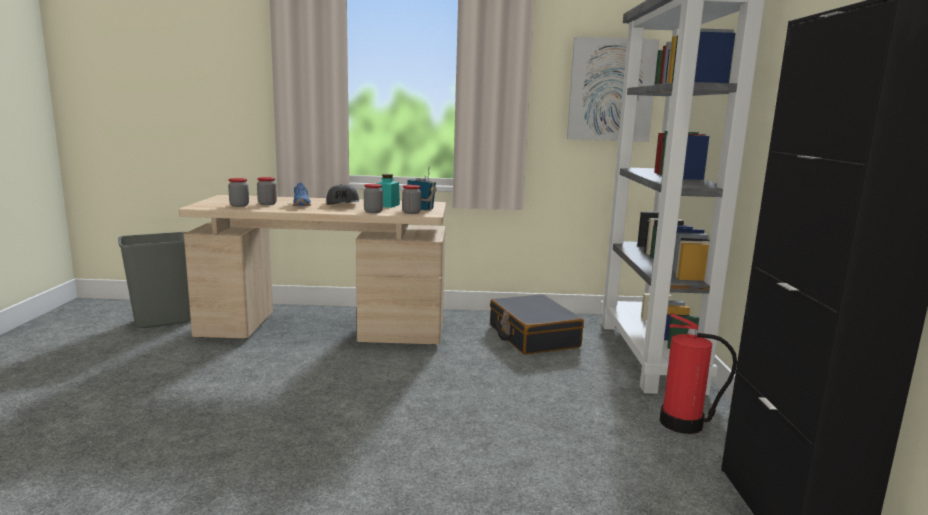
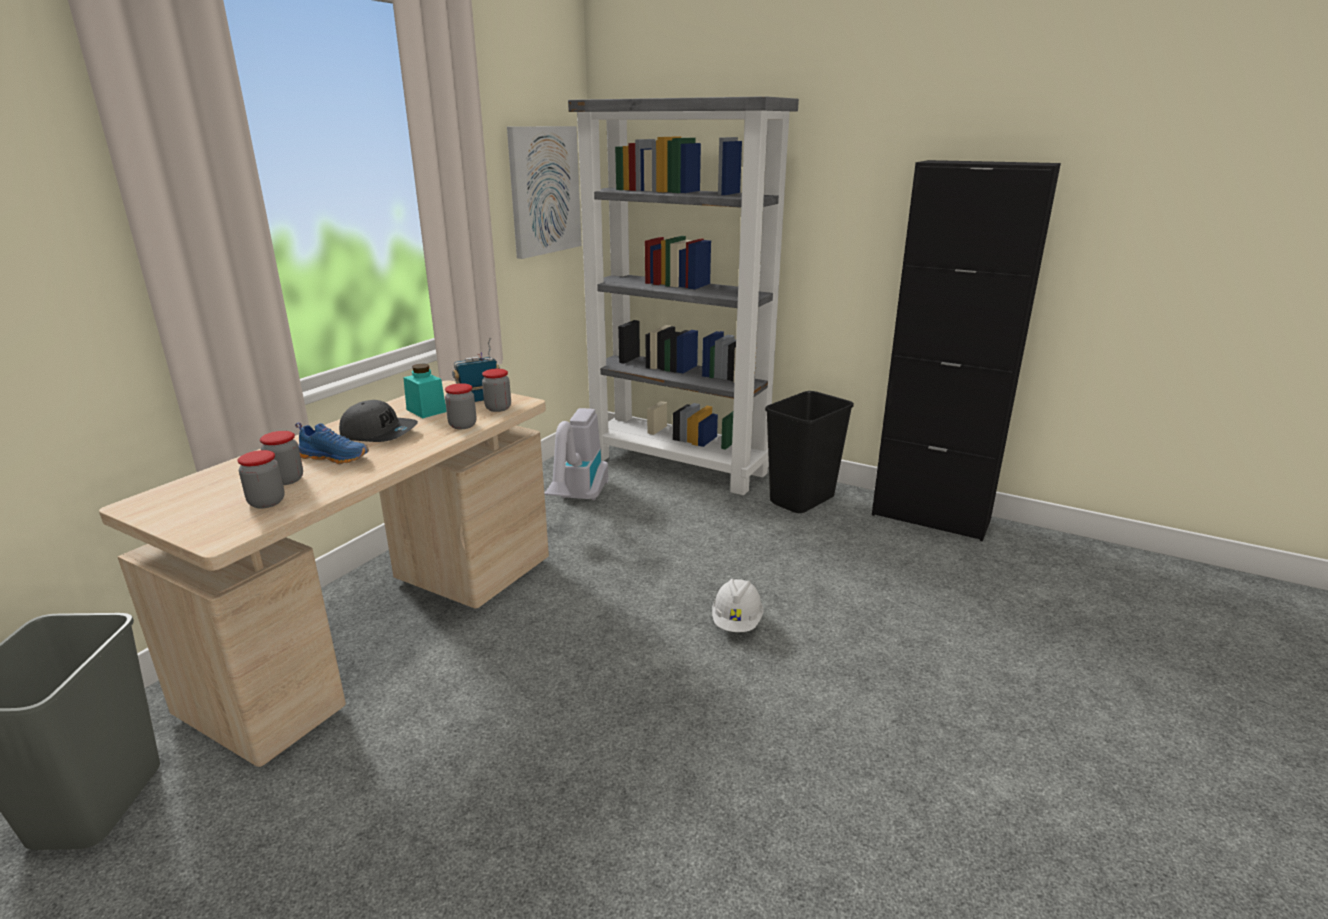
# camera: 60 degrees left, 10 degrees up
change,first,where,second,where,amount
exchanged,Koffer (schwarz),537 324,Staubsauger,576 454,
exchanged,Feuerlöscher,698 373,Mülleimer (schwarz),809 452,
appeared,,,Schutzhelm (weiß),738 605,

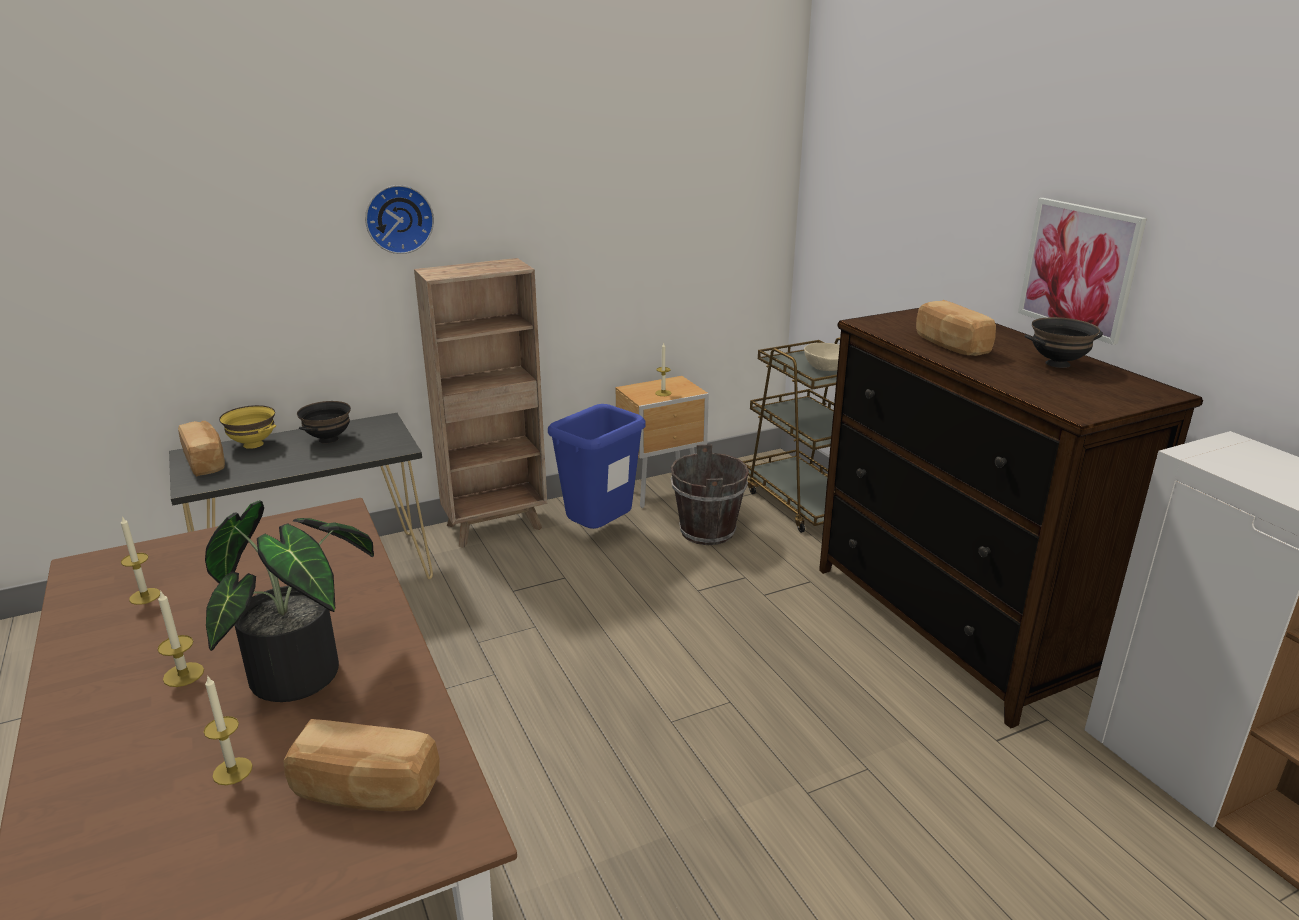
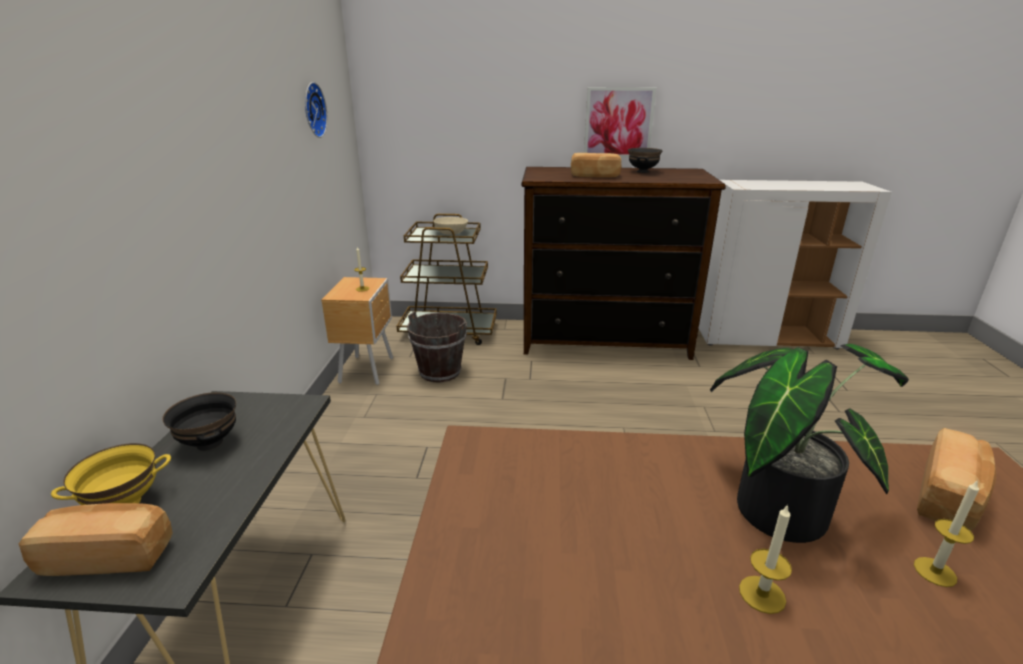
# camera: 60 degrees left, 0 degrees up
change,first,where,second,where,amount
relocated,Wanduhr,399 219,,316 110,
missing,Bücherregal (braun),480 403,,,
missing,Mülleimer (blau),597 466,,,
missing,Kerze,141 560,,,

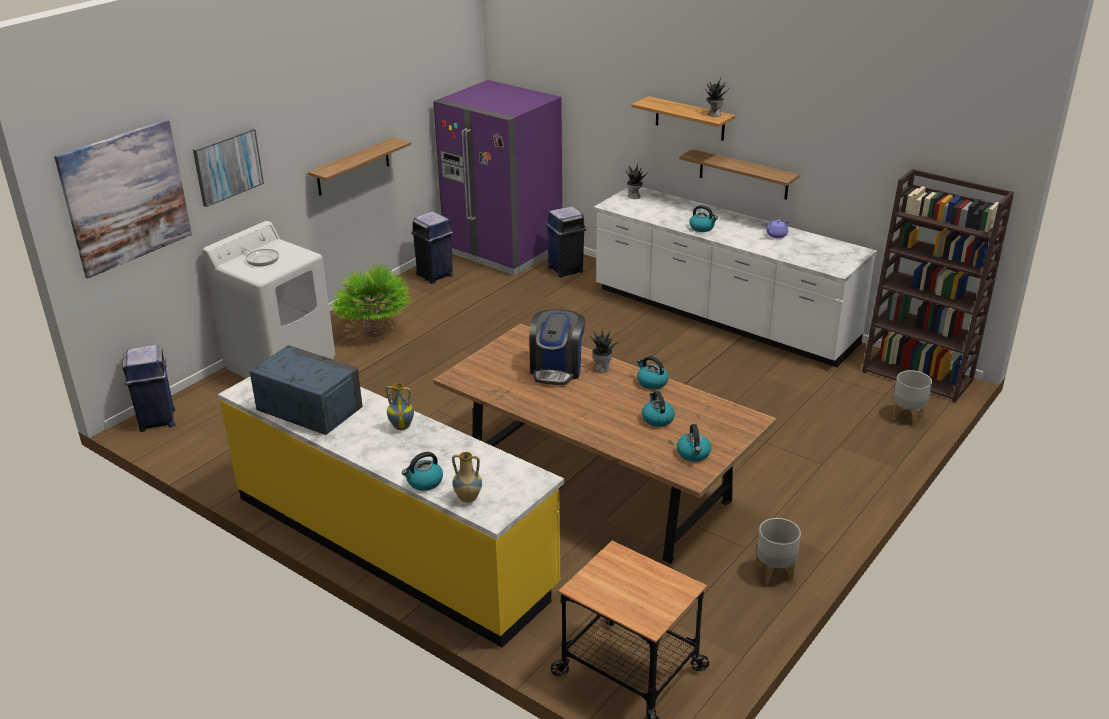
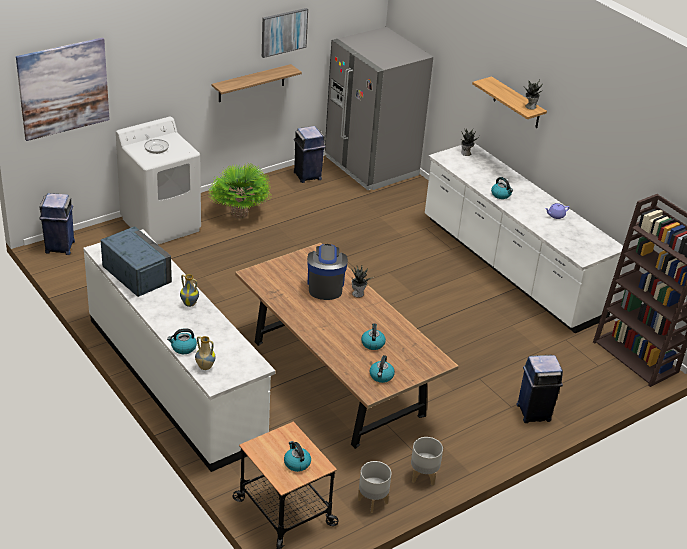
# camera: 15 degrees right, 5 degrees up
change,first,where,second,where,amount
colour,Kühlschrank (lila),498 177,Kühlschrank (grau),379 108,
relocated,Bild,228 167,,285 33,
missing,Wandregal,739 174,,,
relocated,Mülleimer (blau),566 242,,540 389,
spun,Kaffeemaschine,557 347,,327 272,150 degrees clockwise
relocated,Wasserkessel,652 372,,297 456,
relocated,Pflanzkübel (grau),912 398,,374 487,
colour,Küchenzeile (gelb),391 512,Küchenzeile (weiß),179 350,

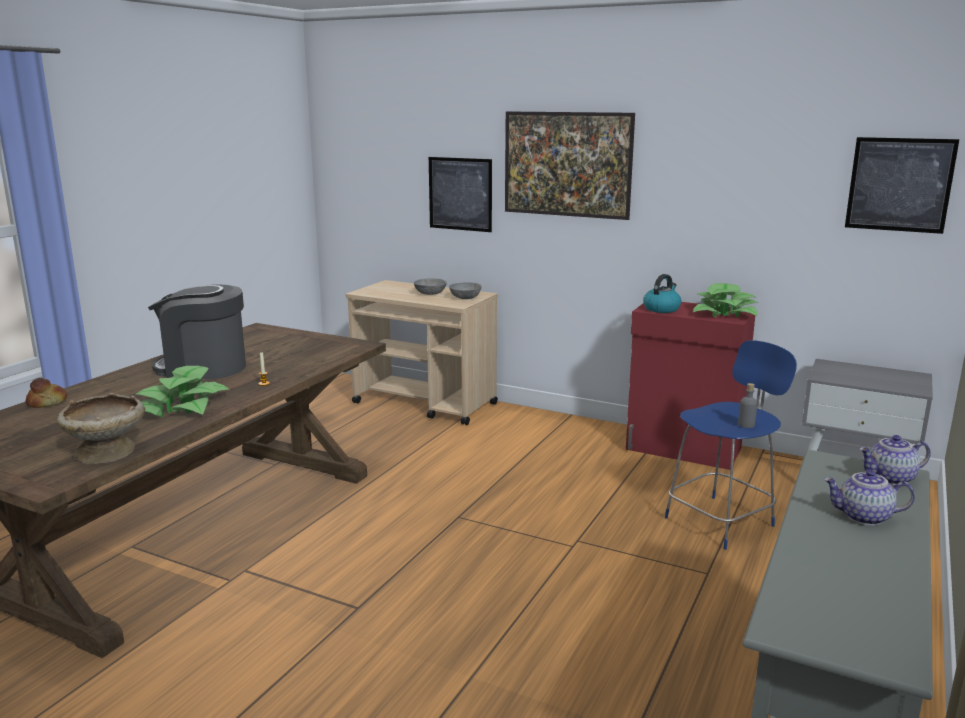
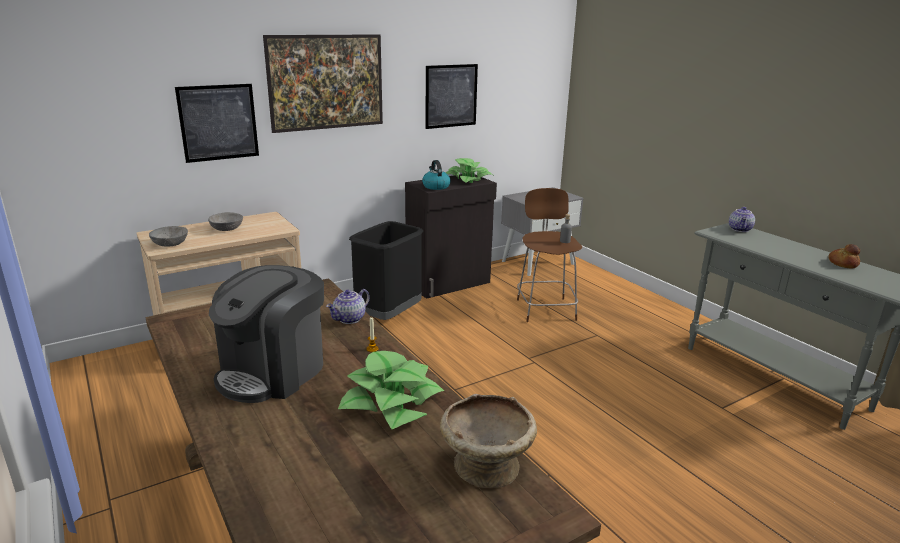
# camera: 60 degrees left, 5 degrees up
change,first,where,second,where,amount
relocated,Bild,902 185,,452 96,
relocated,Schüssel (grau),465 290,,168 236,
colour,Schrank (rot),690 386,Schrank (schwarz),451 236,
colour,Hocker (blau),731 445,Hocker (braun),549 255,
relocated,Brot,46 393,,844 256,
relocated,Teekanne,869 498,,348 306,
appeared,,,Mülleimer (schwarz),386 270,

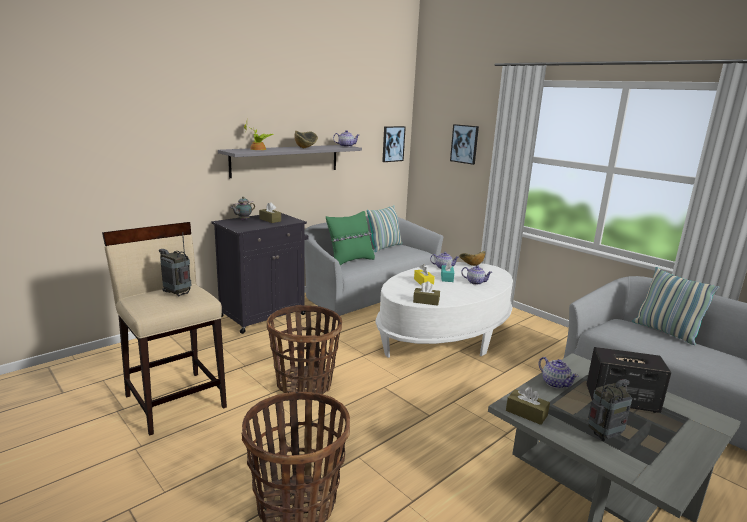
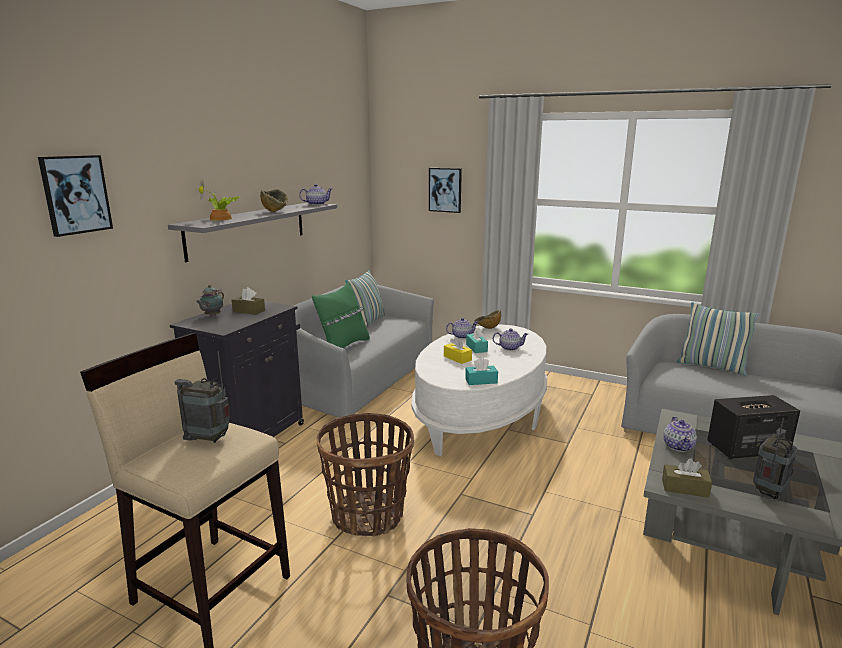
# camera: 20 degrees left, 0 degrees up
change,first,where,second,where,amount
relocated,Bild,394 144,,75 196,
colour,Taschentuchbox (braun),426 293,Taschentuchbox (türkis),481 371,
spun,Teekanne,558 372,,680 434,60 degrees clockwise

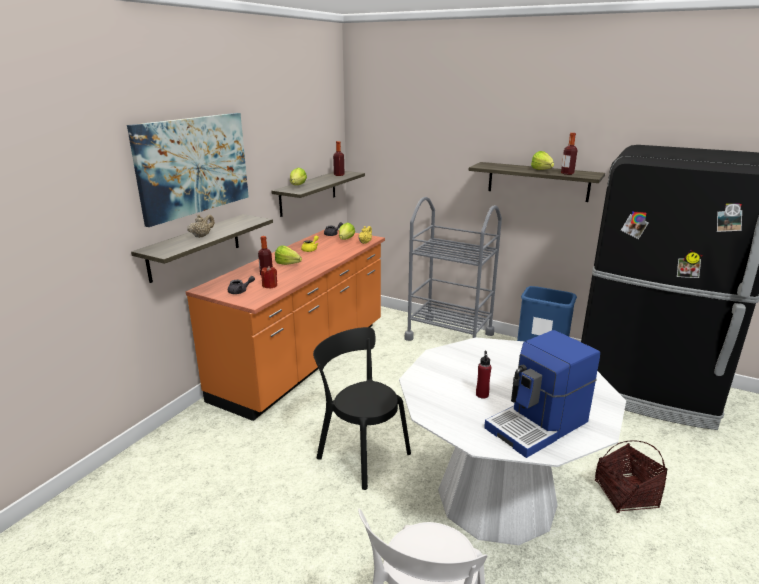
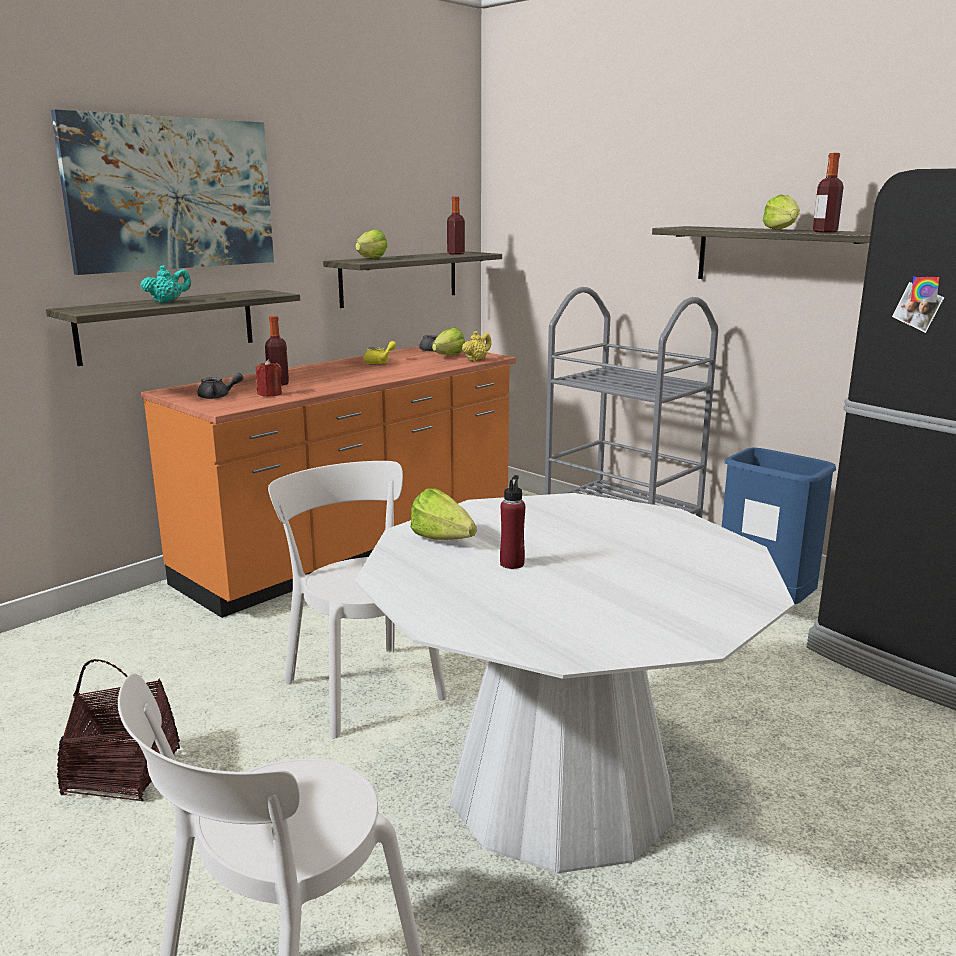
# camera: 15 degrees right, 5 degrees down
change,first,where,second,where,amount
colour,Teekanne (beige),200 226,Teekanne (türkis),165 284,
relocated,Salatkopf,288 255,,443 514,
colour,Stuhl (schwarz),362 408,Stuhl (weiß),357 599,
missing,Kaffeemaschine,542 394,,,
relocated,Korb,630 476,,118 730,

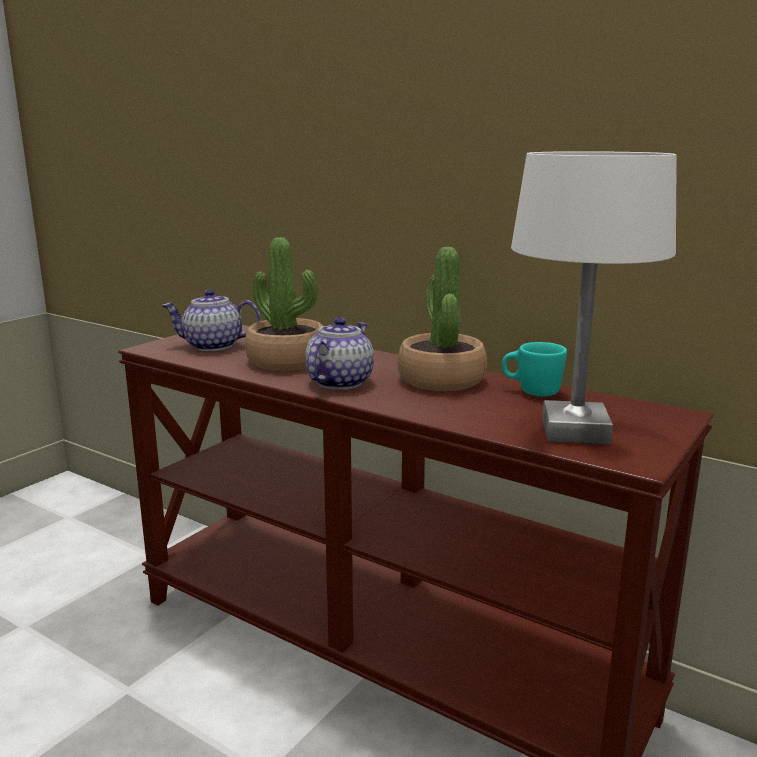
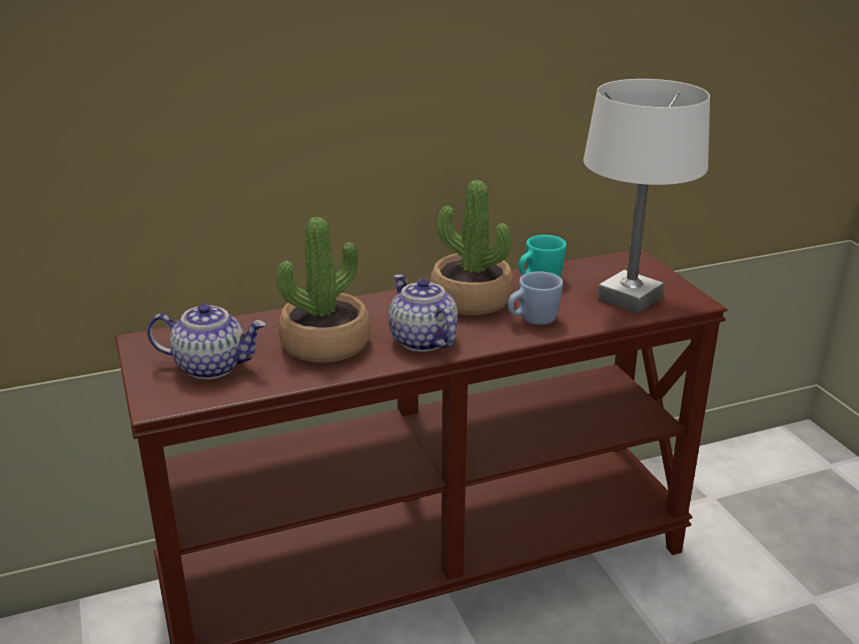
# camera: 55 degrees left, 10 degrees up
change,first,where,second,where,amount
spun,Teekanne,211 320,,206 341,120 degrees counterclockwise
appeared,,,Henkelbecher (blau),535 298,

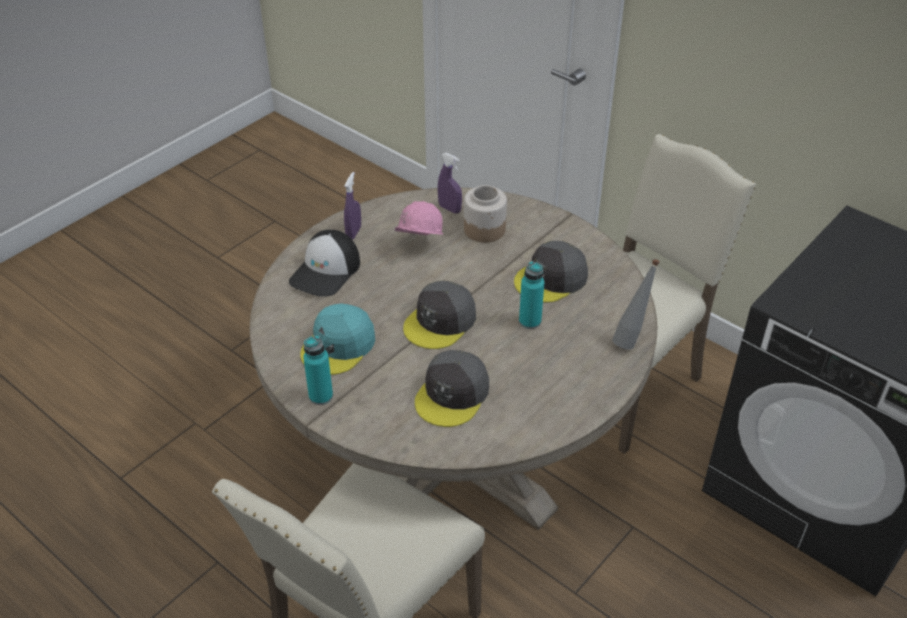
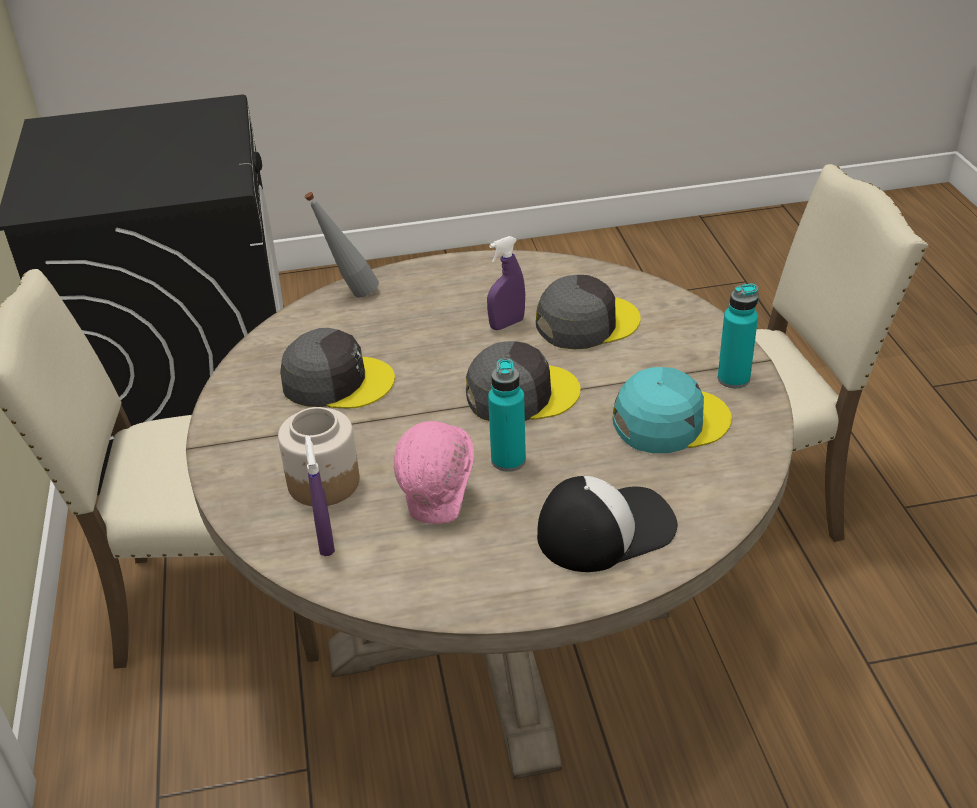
# camera: 140 degrees left, 5 degrees down
change,first,where,second,where,amount
relocated,Sprühflasche (lila),352 205,,506 283,
relocated,Flasche (türkis),531 295,,507 415,

